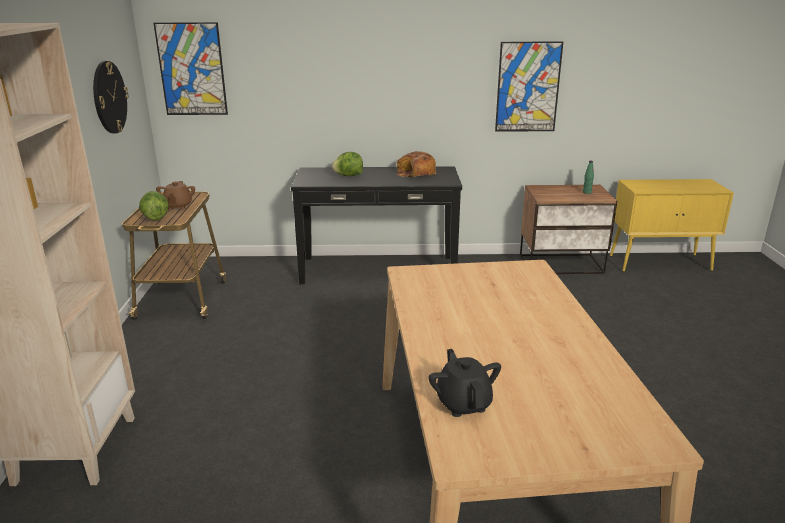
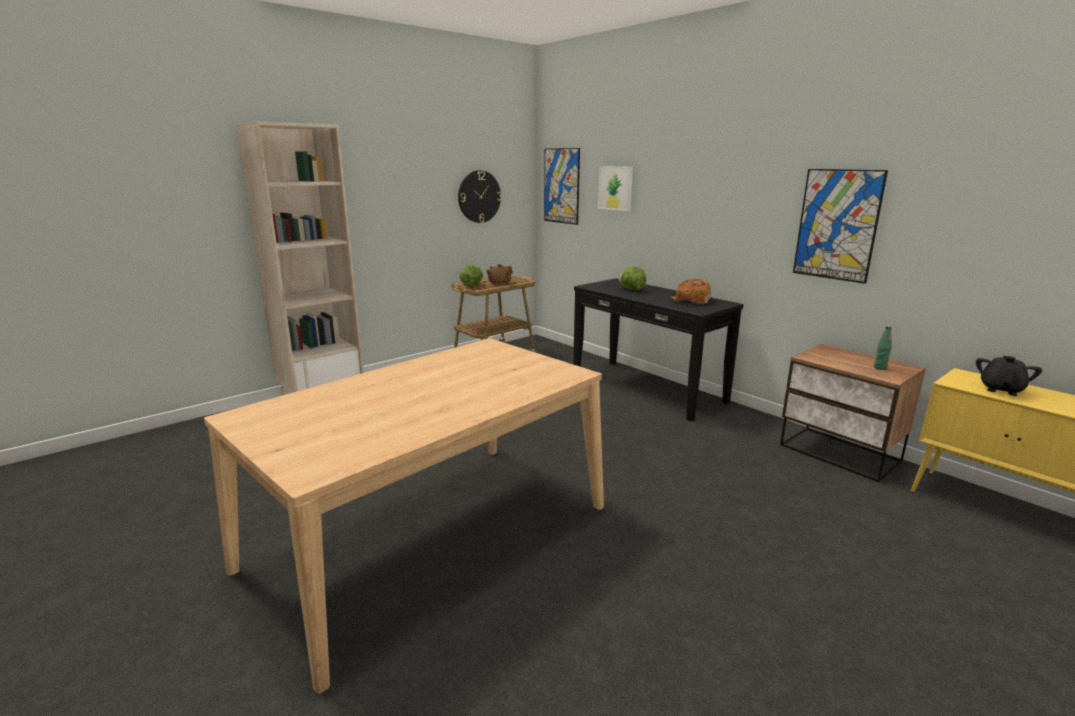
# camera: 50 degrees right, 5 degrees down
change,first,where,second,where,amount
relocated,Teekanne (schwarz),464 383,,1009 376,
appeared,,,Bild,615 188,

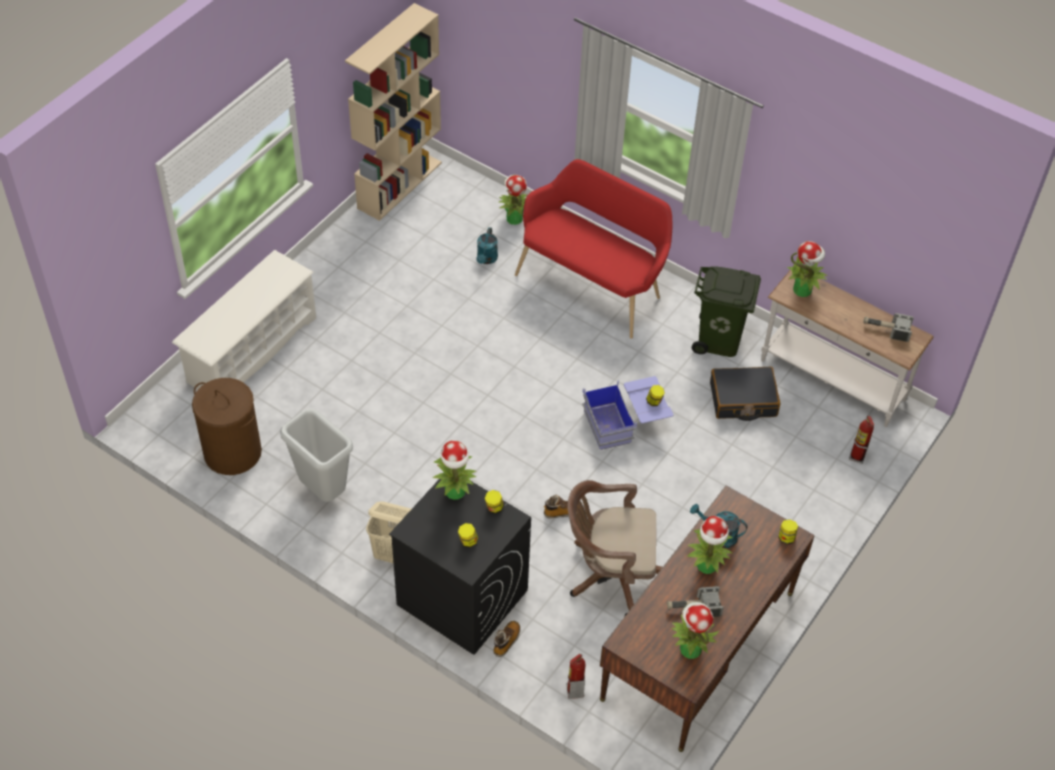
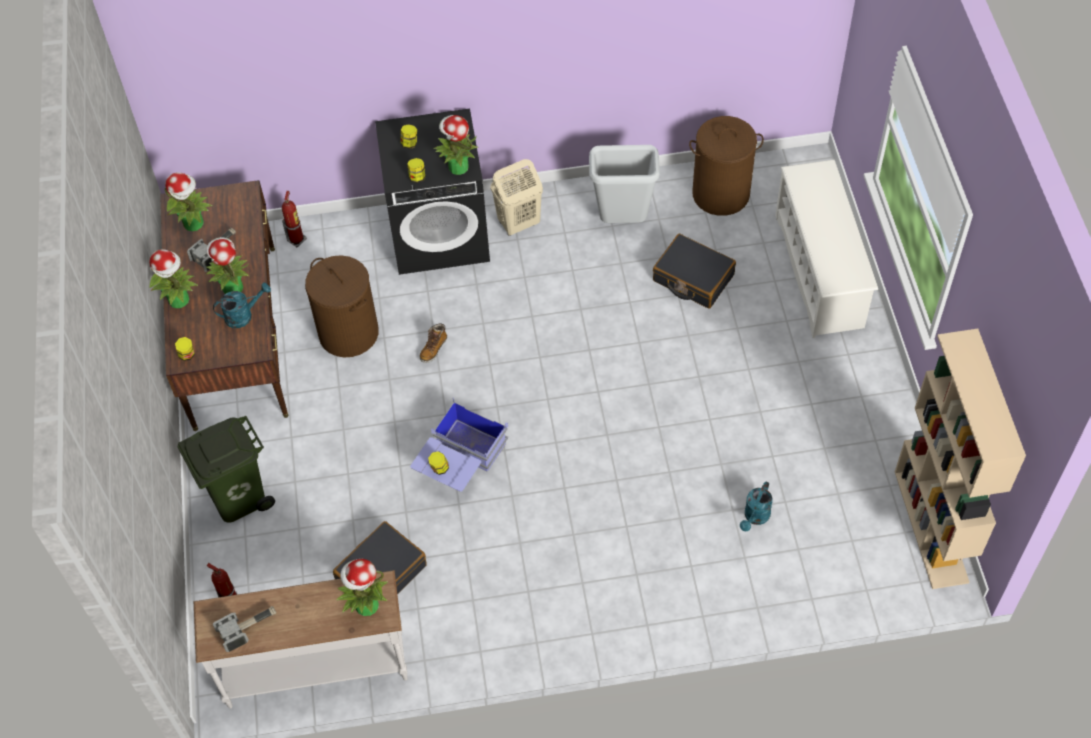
# camera: 140 degrees right, 5 degrees up
change,first,where,second,where,amount
missing,Bank (rot),593 249,,,
relocated,Topfpflanze,513 200,,173 278,
spun,Gießkanne (türkis),487 245,,756 506,120 degrees counterclockwise
relocated,Mülleimer (grün),726 311,,226 469,
exchanged,Bürostuhl (braun),615 548,Wäschekorb (braun),342 306,
missing,Stiefel,506 639,,,
appeared,,,Koffer (schwarz),694 271,

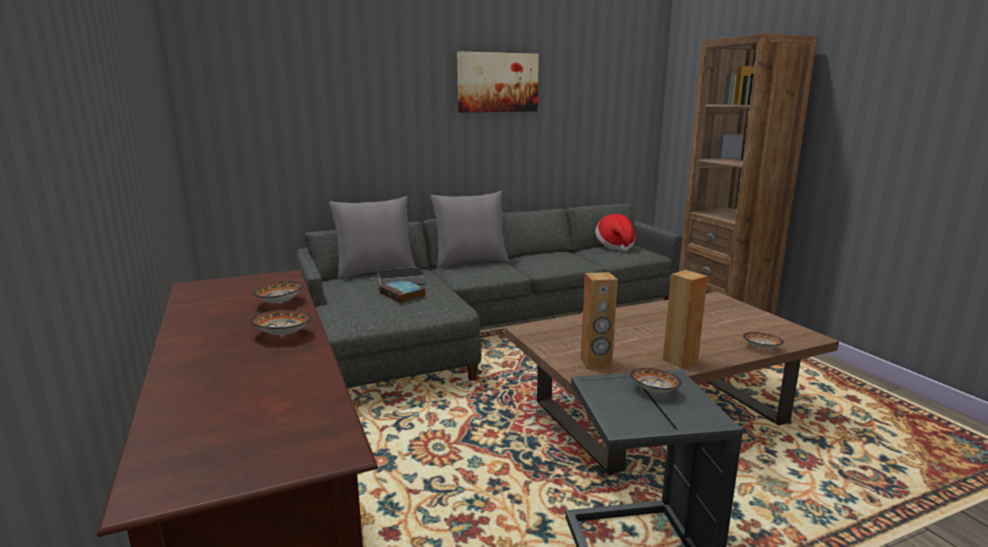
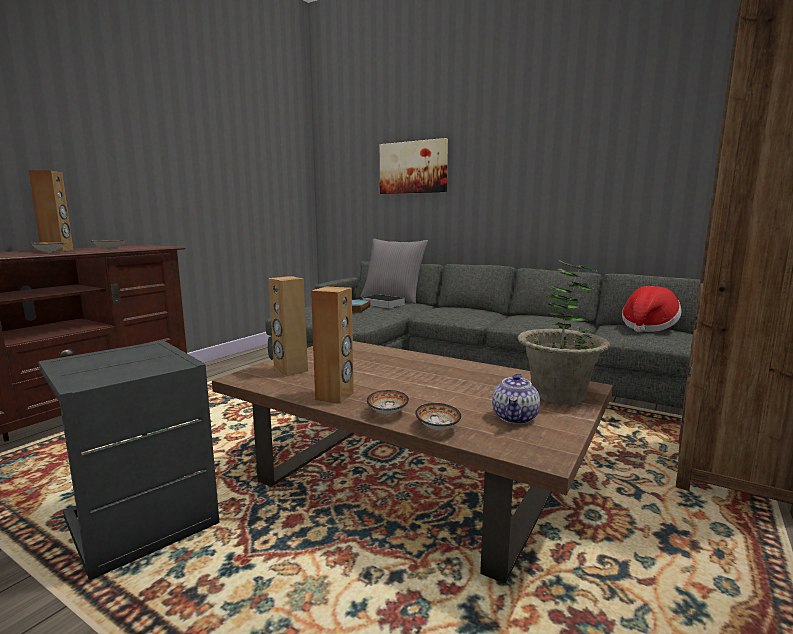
# camera: 55 degrees right, 5 degrees down
change,first,where,second,where,amount
relocated,Bild,498 81,,414 166,
missing,Kissen (grau),470 229,,,
relocated,Schüssel,656 380,,388 402,
appeared,,,Lautsprecher (braun),50 210,
appeared,,,Topfpflanze,564 332,
appeared,,,Teekanne,516 398,

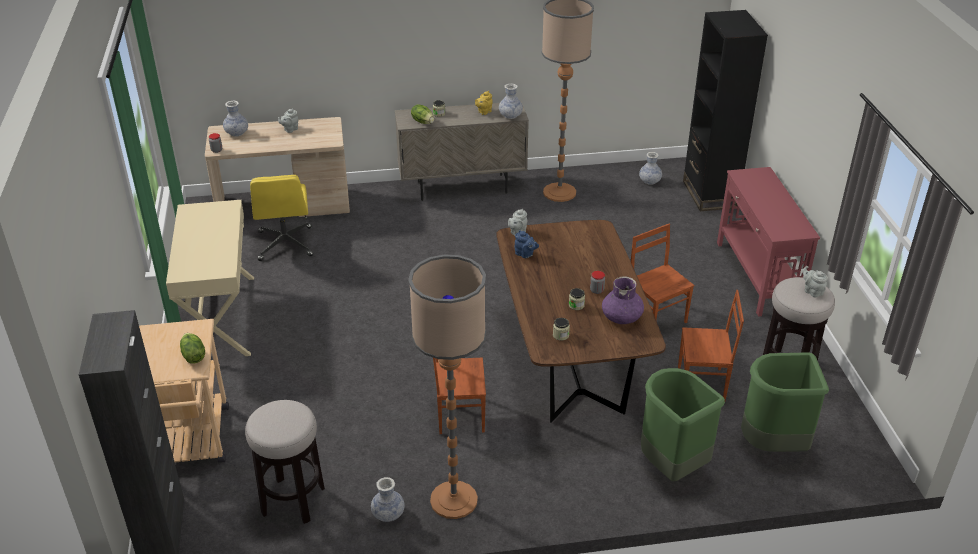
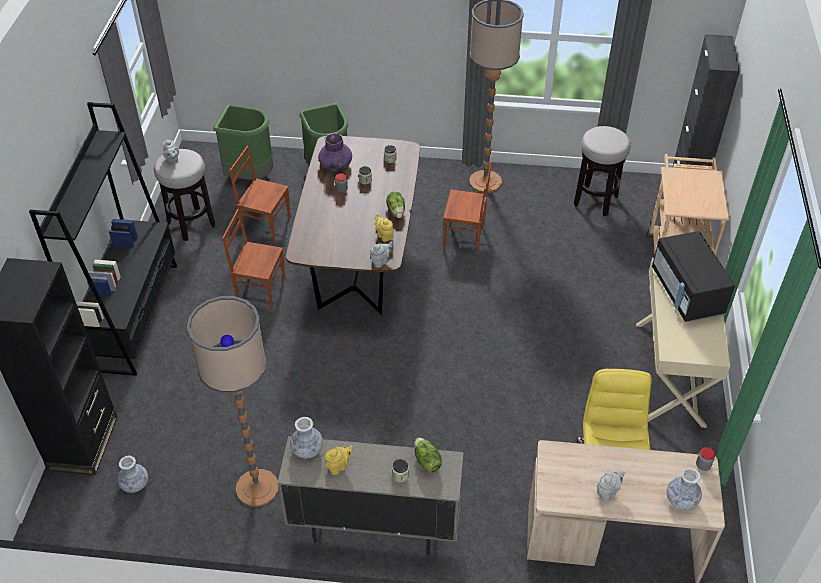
# camera: 165 degrees left, 10 degrees up
change,first,where,second,where,amount
exchanged,Konsolentisch (rot),768 242,Bücherregal (schwarz),103 239,
spun,Stuhl (braun),662 273,,254 259,120 degrees clockwise
colour,Teekanne (blau),526 244,Teekanne (gelb),384 227,
relocated,Salatkopf,192 348,,395 205,
missing,Vase,388 499,,,
appeared,,,Mikrowelle (schwarz),693 276,

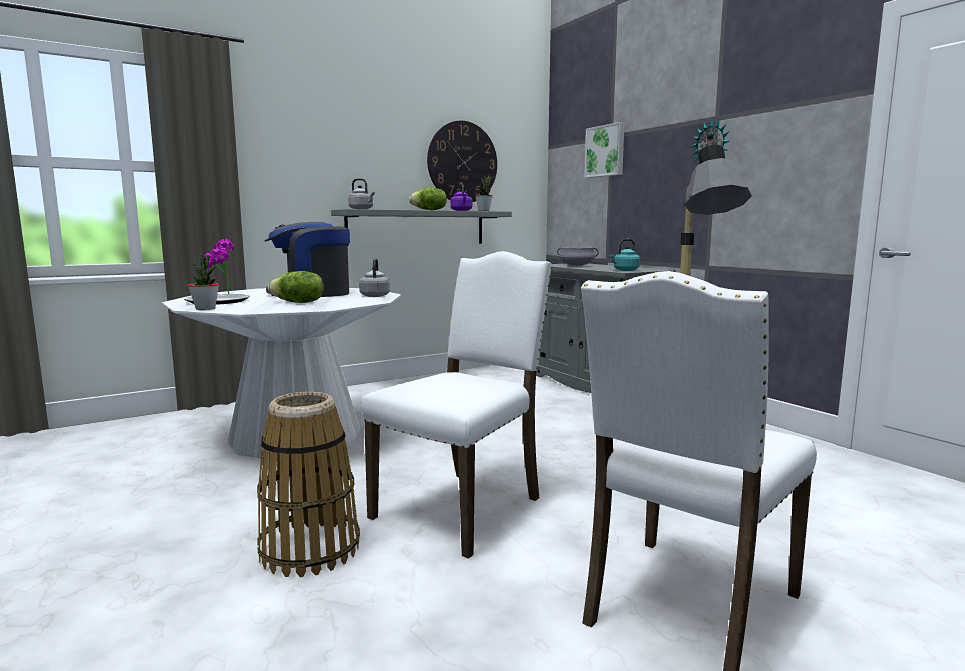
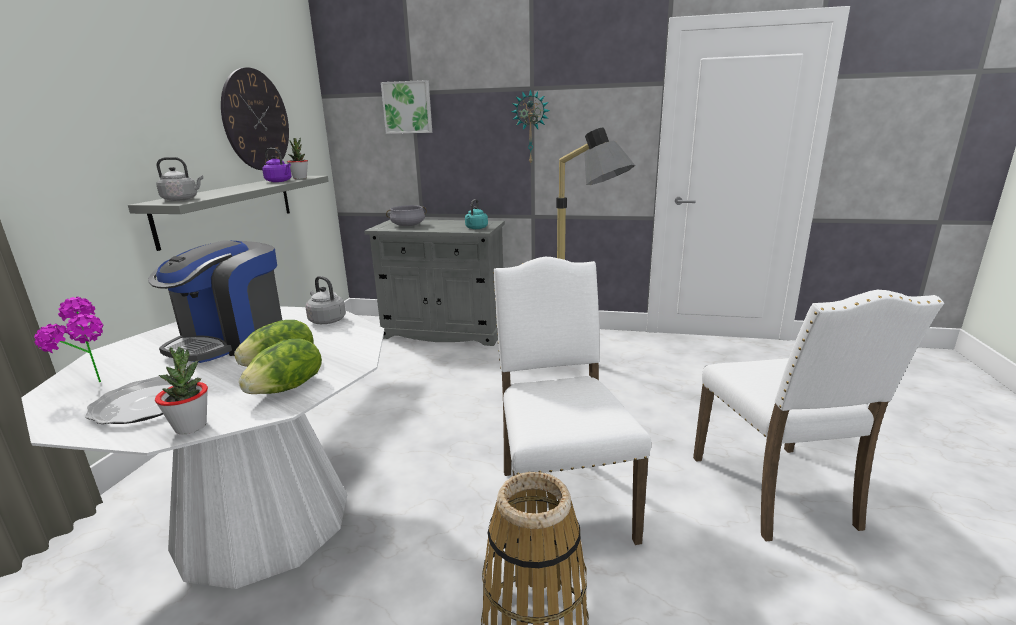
# camera: 45 degrees left, 10 degrees up
change,first,where,second,where,amount
relocated,Salatkopf,428 199,,280 366,

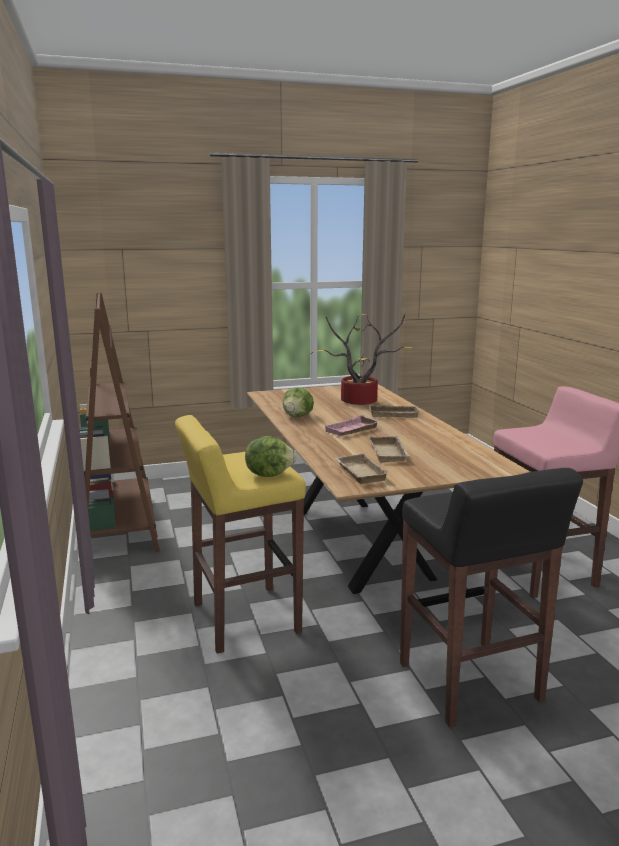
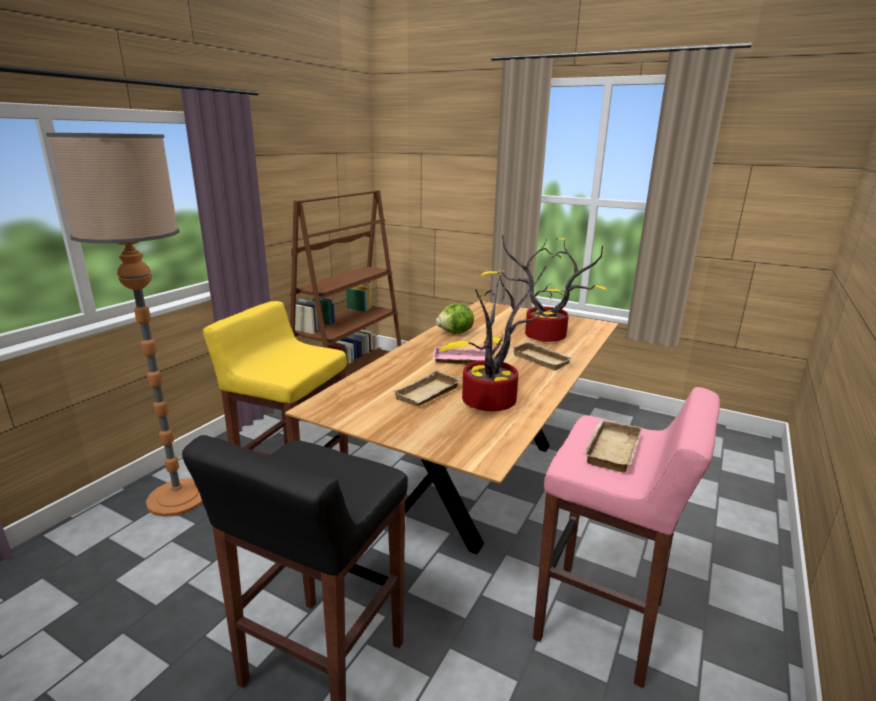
# camera: 45 degrees right, 5 degrees up
change,first,where,second,where,amount
missing,Salatkopf,271 456,,,
relocated,Tablett (beige),362 469,,612 446,
appeared,,,Stehlampe,124 325,
appeared,,,Topfpflanze,498 338,

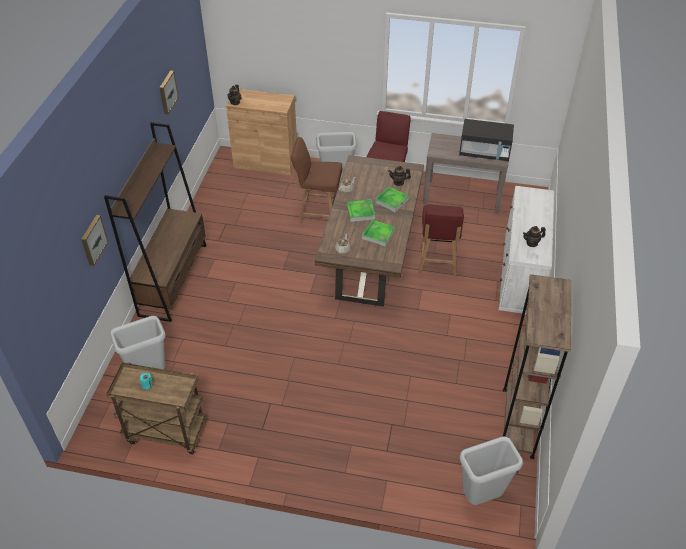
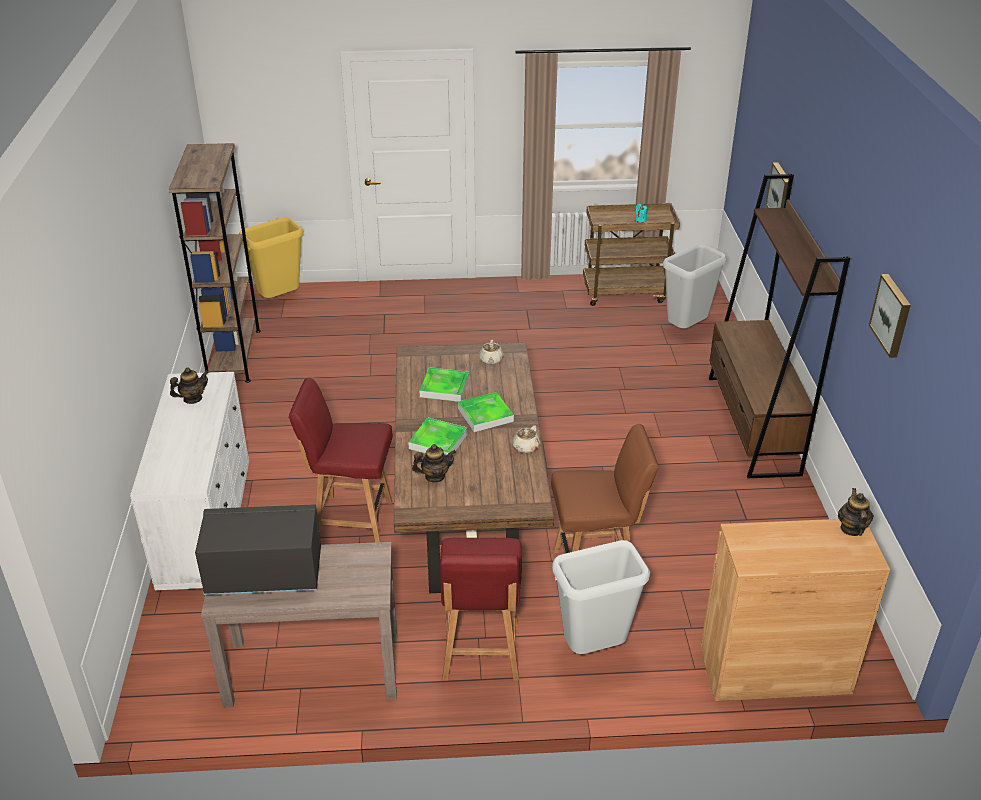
# camera: 165 degrees right, 10 degrees down
change,first,where,second,where,amount
spun,Stuhl (rot),441 241,,341 460,75 degrees counterclockwise
colour,Mülleimer (grau),491 470,Mülleimer (gelb),271 257,

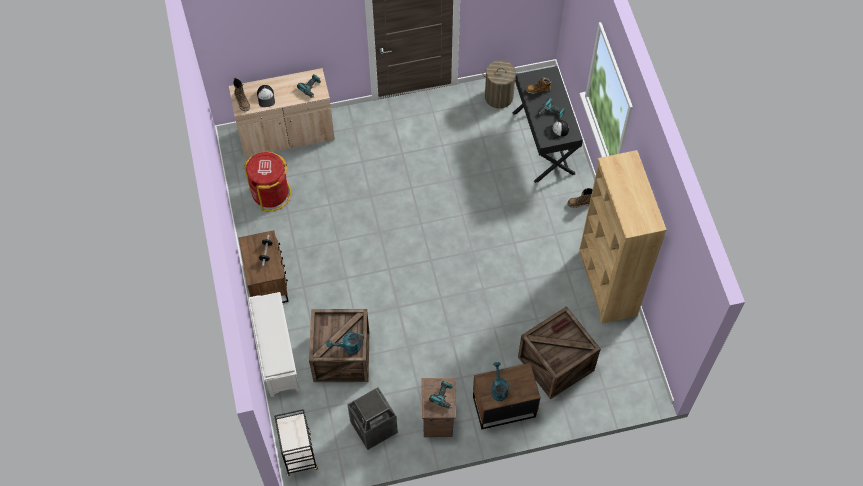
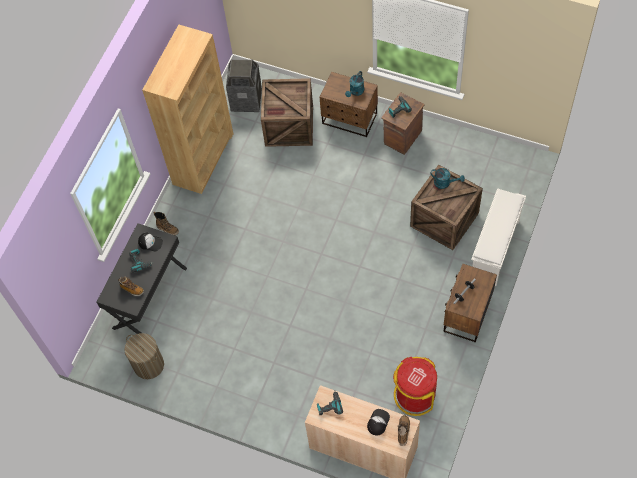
# camera: 140 degrees left, 0 degrees up
change,first,where,second,where,amount
relocated,Mülleimer,372 418,,244 85,
missing,Rollwagen (schwarz),296 442,,,

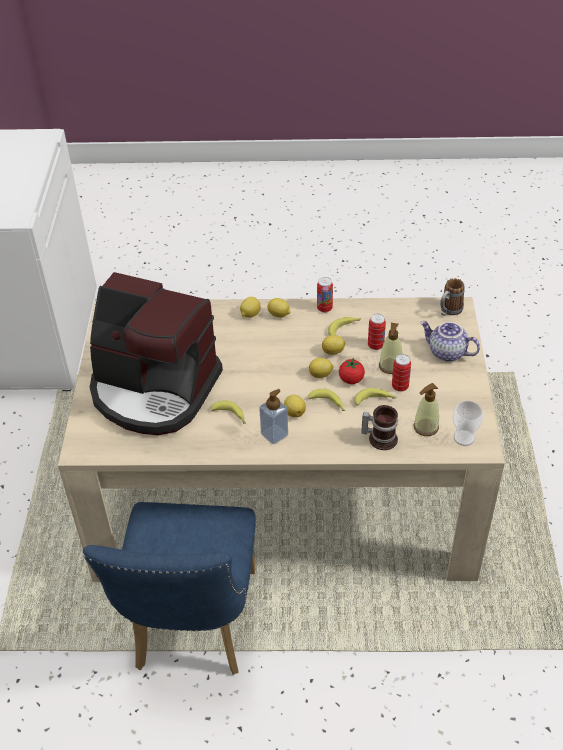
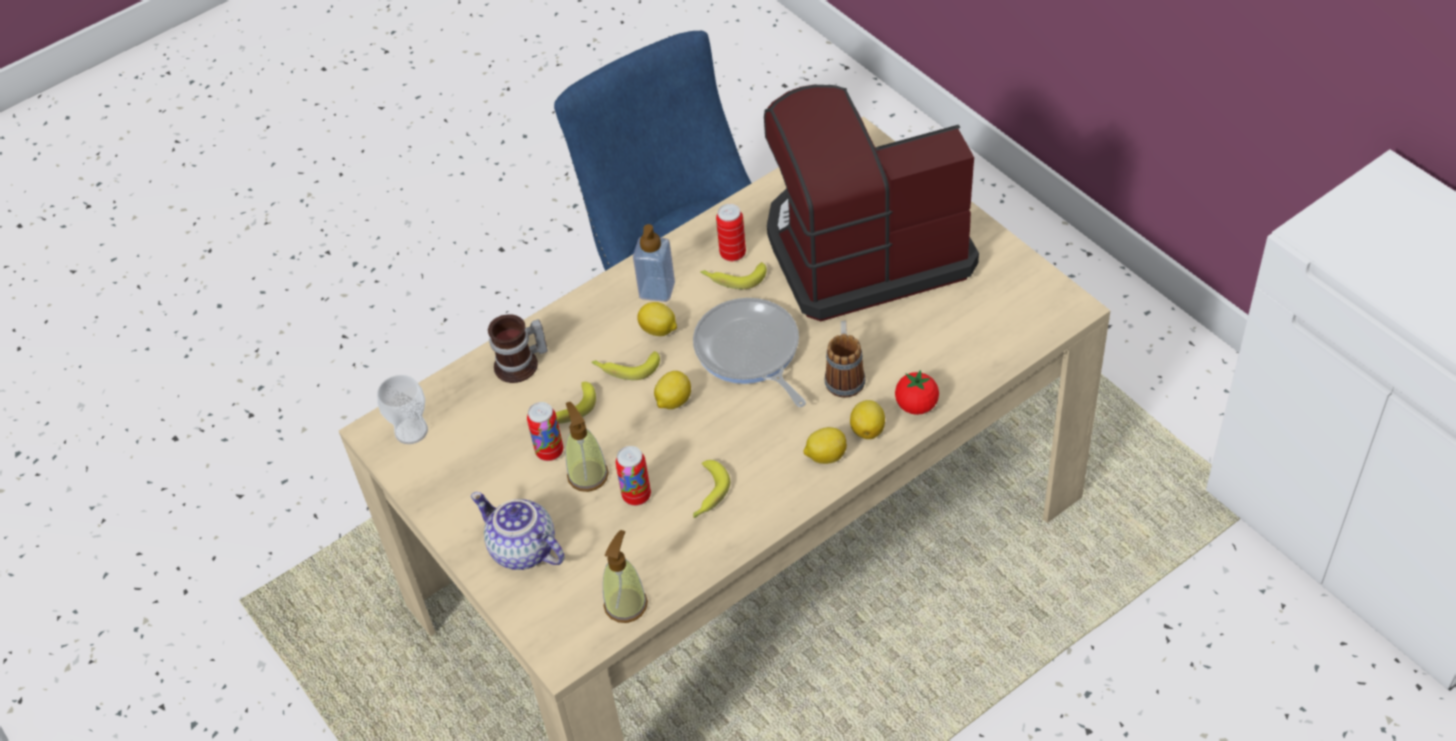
# camera: 145 degrees right, 5 degrees up
change,first,where,second,where,amount
relocated,Dose,325 295,,731 232,
relocated,Henkelbecher,452 297,,845 359,
spun,Teekanne,450 341,,518 531,135 degrees counterclockwise
missing,Zitrone,334 345,,,
relocated,Tomate,352 371,,917 392,
relocated,Seifenspender,426 409,,625 576,
appeared,,,Pfanne,749 352,

